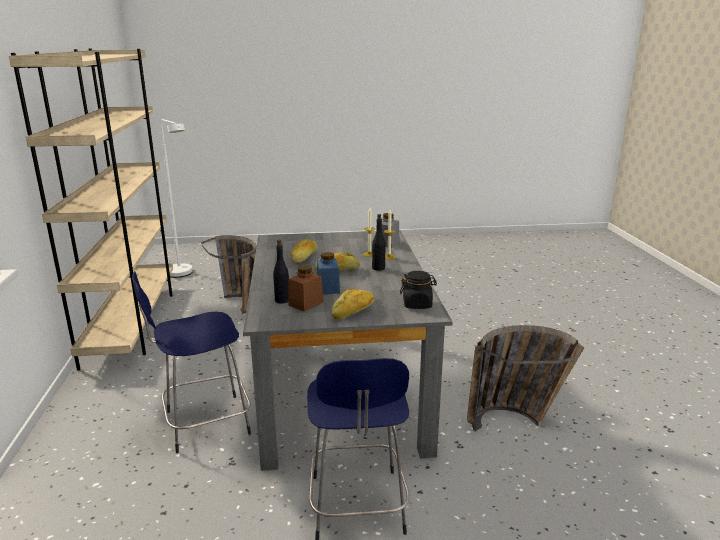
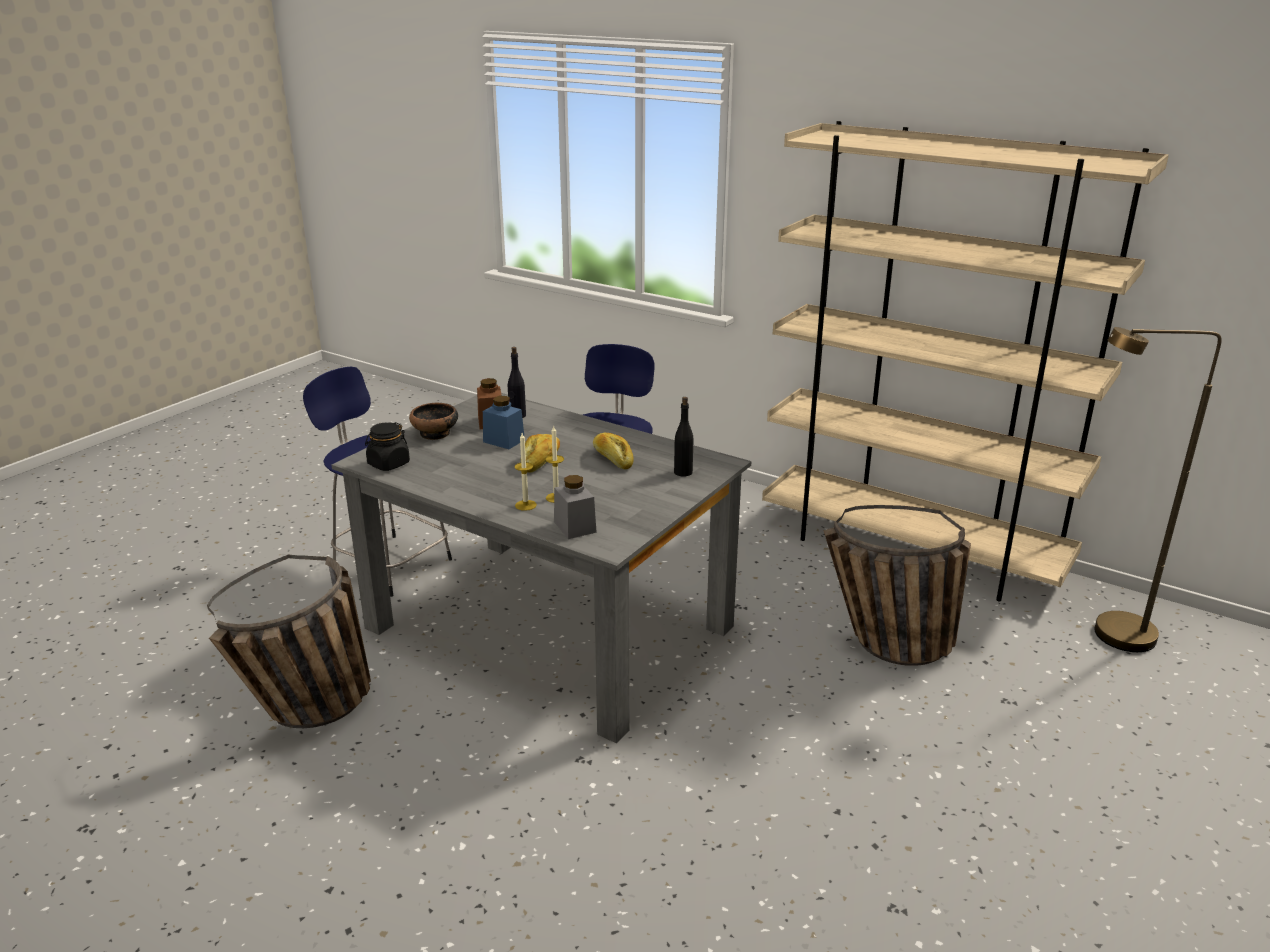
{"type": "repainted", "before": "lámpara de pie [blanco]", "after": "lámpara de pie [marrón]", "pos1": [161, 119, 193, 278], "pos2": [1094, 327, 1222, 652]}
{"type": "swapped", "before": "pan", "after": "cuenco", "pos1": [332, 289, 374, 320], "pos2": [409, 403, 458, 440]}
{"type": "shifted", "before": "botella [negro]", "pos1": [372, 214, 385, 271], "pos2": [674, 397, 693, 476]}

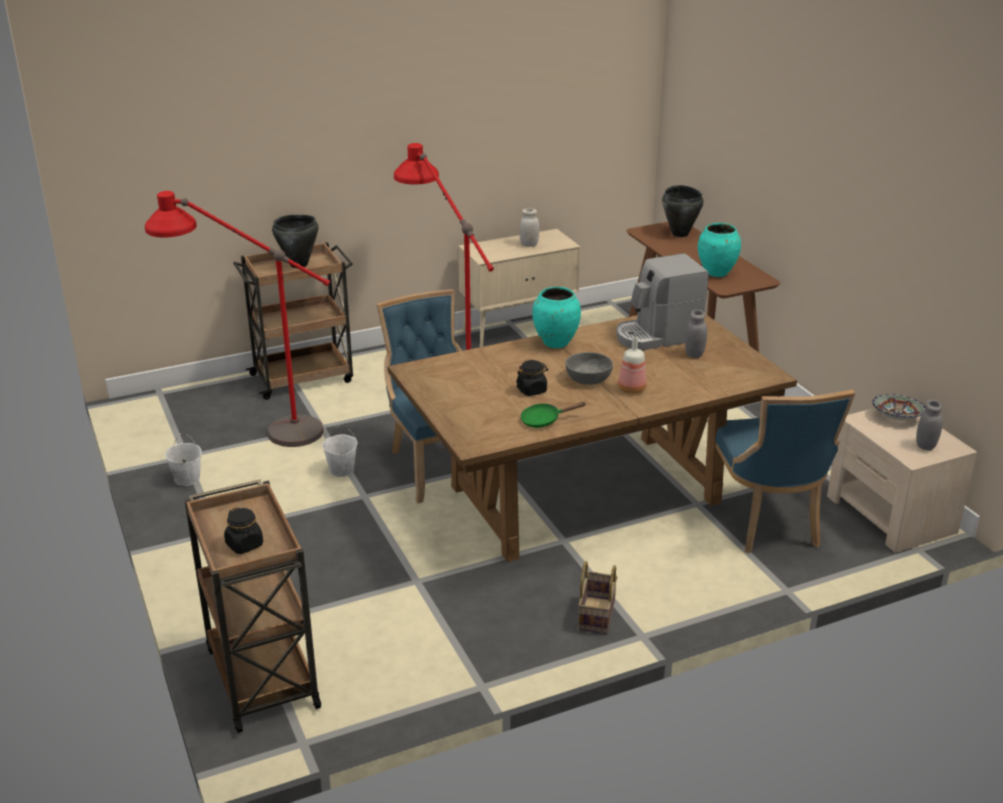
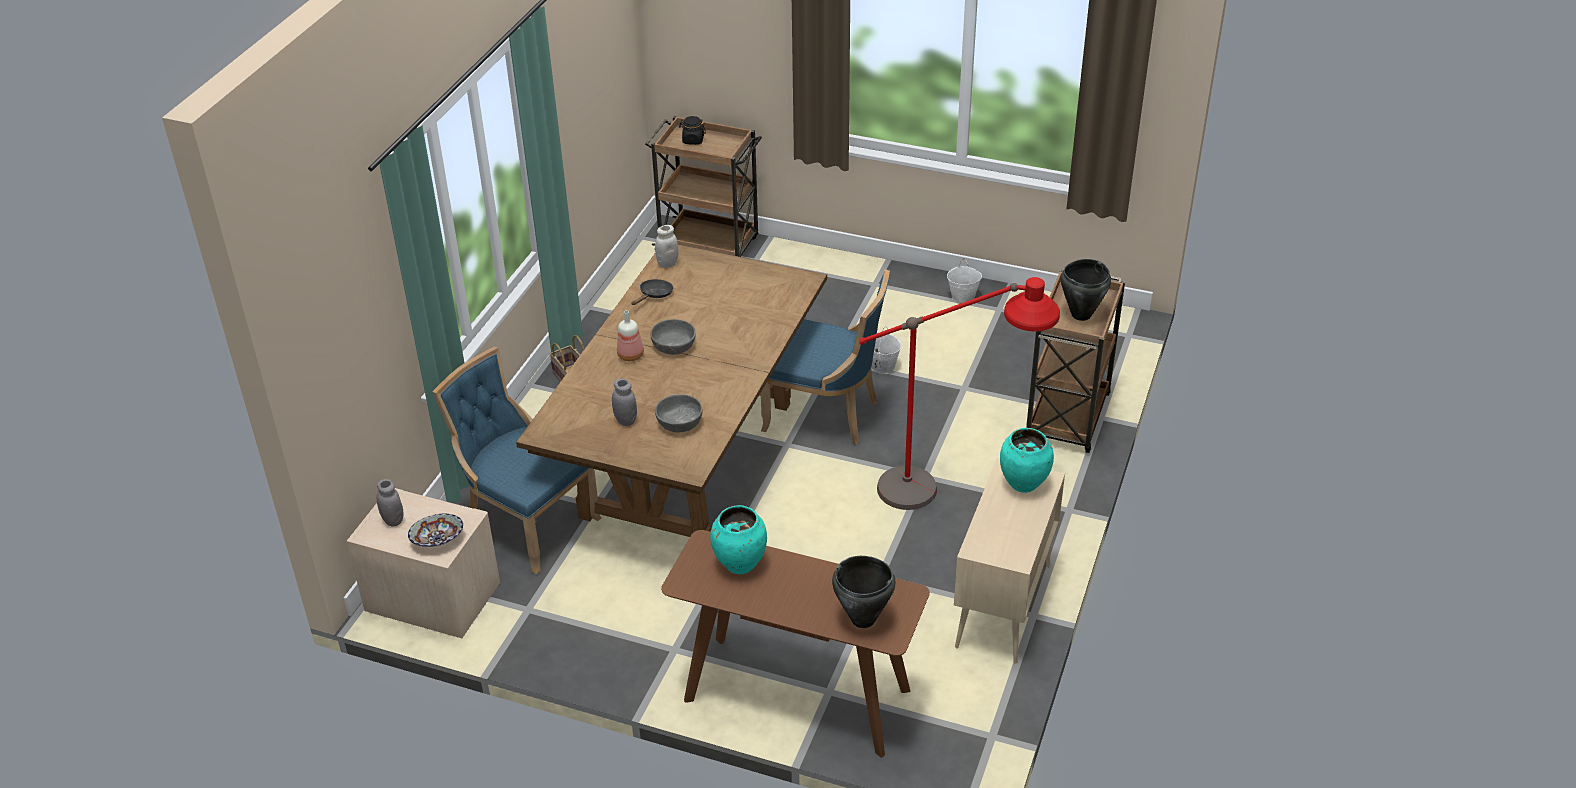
{"type": "gone", "before": "lámpara de pie [rojo]", "pos1": [145, 191, 330, 447]}
{"type": "gone", "before": "tarro [negro]", "pos1": [516, 360, 548, 396]}
{"type": "shifted", "before": "tarro [blanco]", "pos1": [519, 209, 539, 247], "pos2": [655, 225, 679, 268]}
{"type": "repainted", "before": "sartén [verde]", "after": "sartén [negro]", "pos1": [520, 402, 586, 428], "pos2": [631, 279, 673, 305]}
{"type": "shifted", "before": "florero [turquesa]", "pos1": [532, 287, 581, 348], "pos2": [1000, 428, 1054, 493]}
{"type": "swapped", "before": "cafetera", "after": "cuenco [gris]", "pos1": [616, 253, 709, 350], "pos2": [655, 394, 703, 433]}

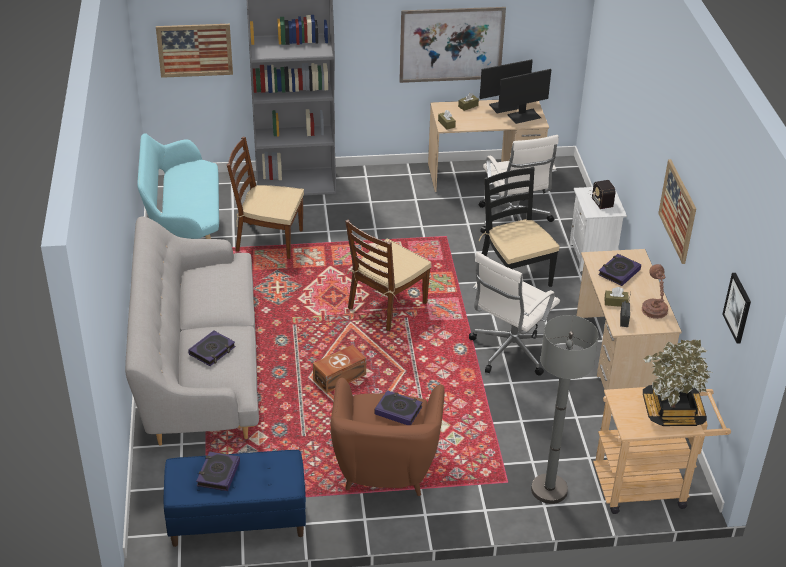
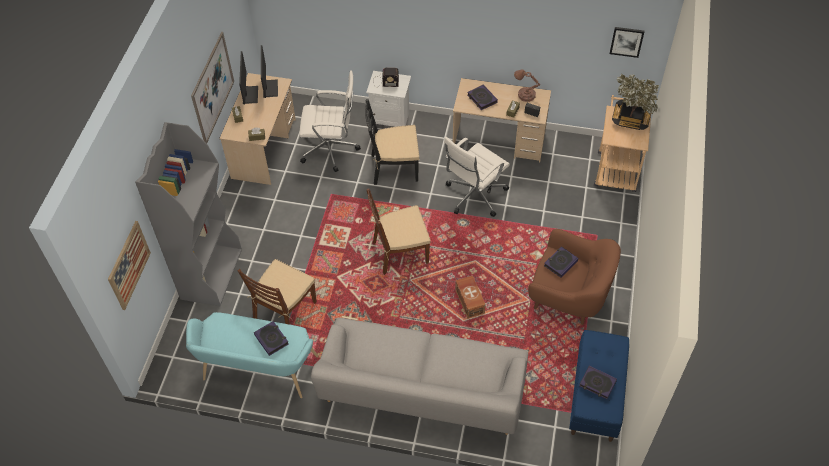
{"type": "shifted", "before": "libro", "pos1": [188, 330, 236, 366], "pos2": [254, 321, 289, 356]}
{"type": "rotated", "before": "silla [marrón]", "pos1": [345, 220, 431, 331], "pos2": [367, 189, 431, 275], "turn": 105}
{"type": "rotated", "before": "silla de oficina [blanco]", "pos1": [469, 252, 560, 376], "pos2": [444, 137, 510, 217], "turn": 75}
{"type": "gone", "before": "lámpara de pie [gris]", "pos1": [531, 315, 599, 504]}
{"type": "gone", "before": "cuadro", "pos1": [658, 159, 696, 264]}

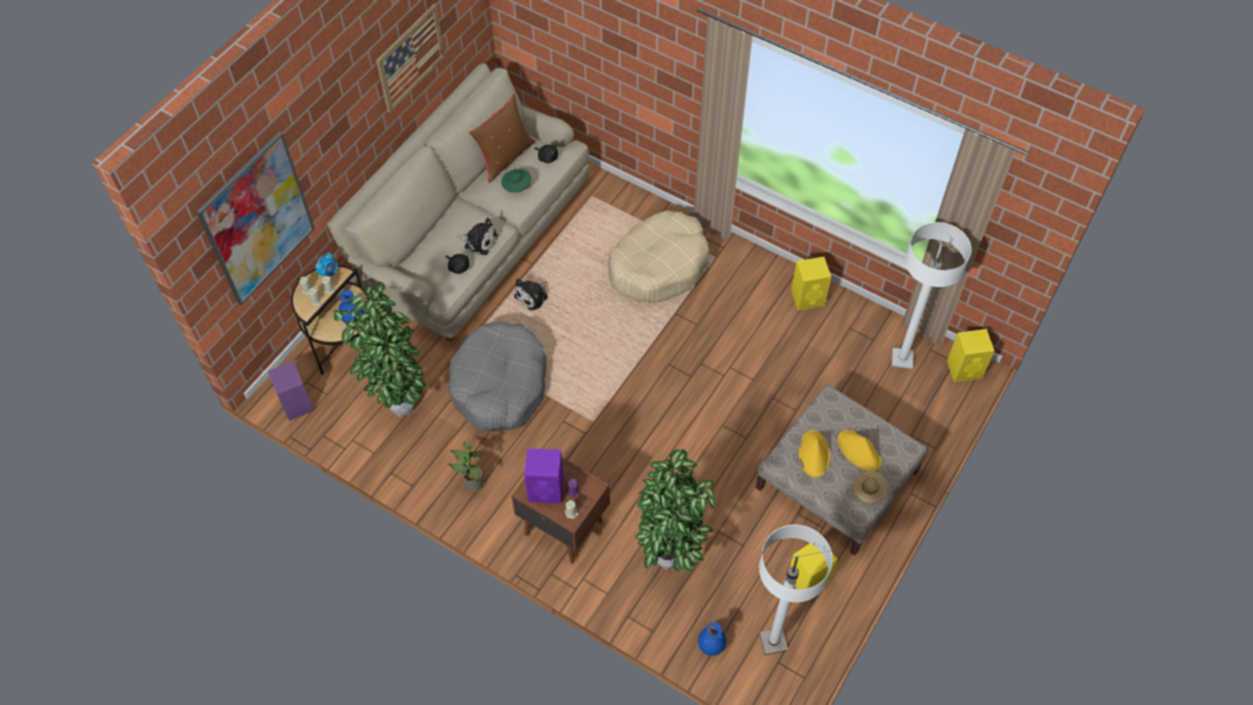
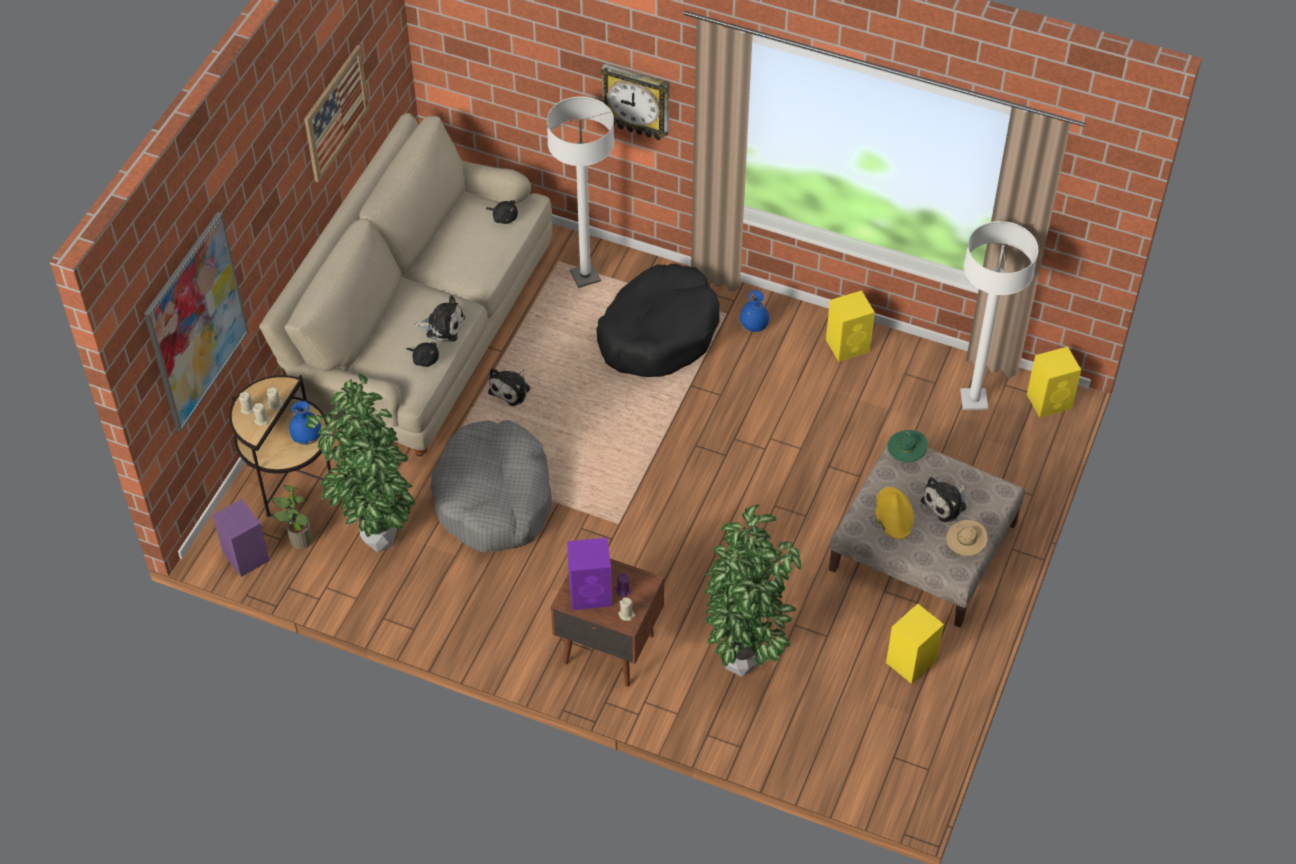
{"type": "gone", "before": "despertador", "pos1": [315, 252, 337, 277]}
{"type": "shifted", "before": "planta en maceta", "pos1": [449, 442, 484, 492], "pos2": [269, 485, 312, 549]}
{"type": "gone", "before": "cojín [marrón]", "pos1": [469, 93, 535, 183]}
{"type": "shifted", "before": "sombrero [verde]", "pos1": [501, 169, 531, 193], "pos2": [888, 430, 928, 462]}
{"type": "repainted", "before": "cama para perro [beis]", "after": "cama para perro [negro]", "pos1": [608, 210, 709, 303], "pos2": [596, 264, 720, 377]}
{"type": "shifted", "before": "florero [azul]", "pos1": [698, 622, 727, 656], "pos2": [740, 290, 769, 332]}
{"type": "shifted", "before": "lámpara de pie [blanco]", "pos1": [759, 525, 833, 655], "pos2": [547, 96, 614, 288]}
{"type": "swapped", "before": "sombrero [amarillo]", "after": "peluche", "pos1": [838, 430, 881, 471], "pos2": [921, 477, 966, 522]}
{"type": "new", "after": "reloj de pared", "pos2": [601, 64, 669, 140]}

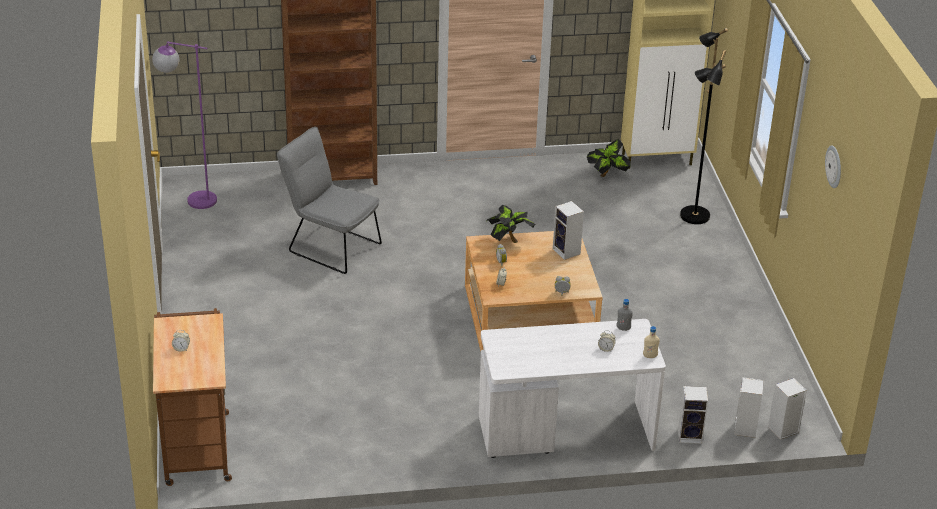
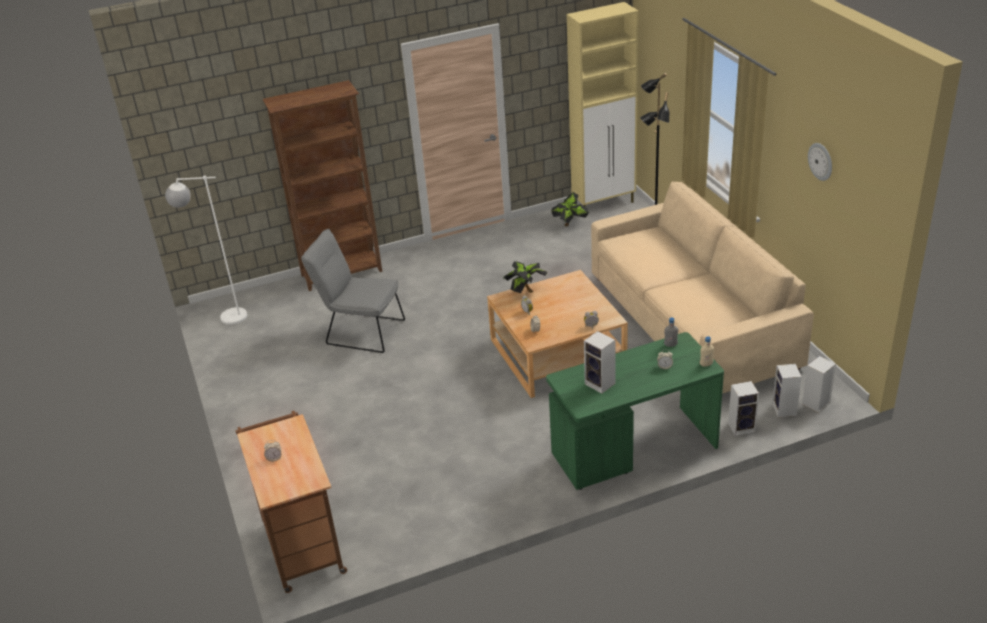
{"type": "repainted", "before": "lámpara de pie [morado]", "after": "lámpara de pie [blanco]", "pos1": [152, 41, 217, 209], "pos2": [165, 176, 247, 325]}
{"type": "repainted", "before": "escritorio [blanco]", "after": "escritorio [verde]", "pos1": [479, 319, 666, 458], "pos2": [546, 332, 724, 490]}
{"type": "shifted", "before": "altavoz", "pos1": [553, 201, 584, 260], "pos2": [584, 331, 615, 394]}
{"type": "new", "after": "sofá [beis]", "pos2": [591, 181, 814, 394]}

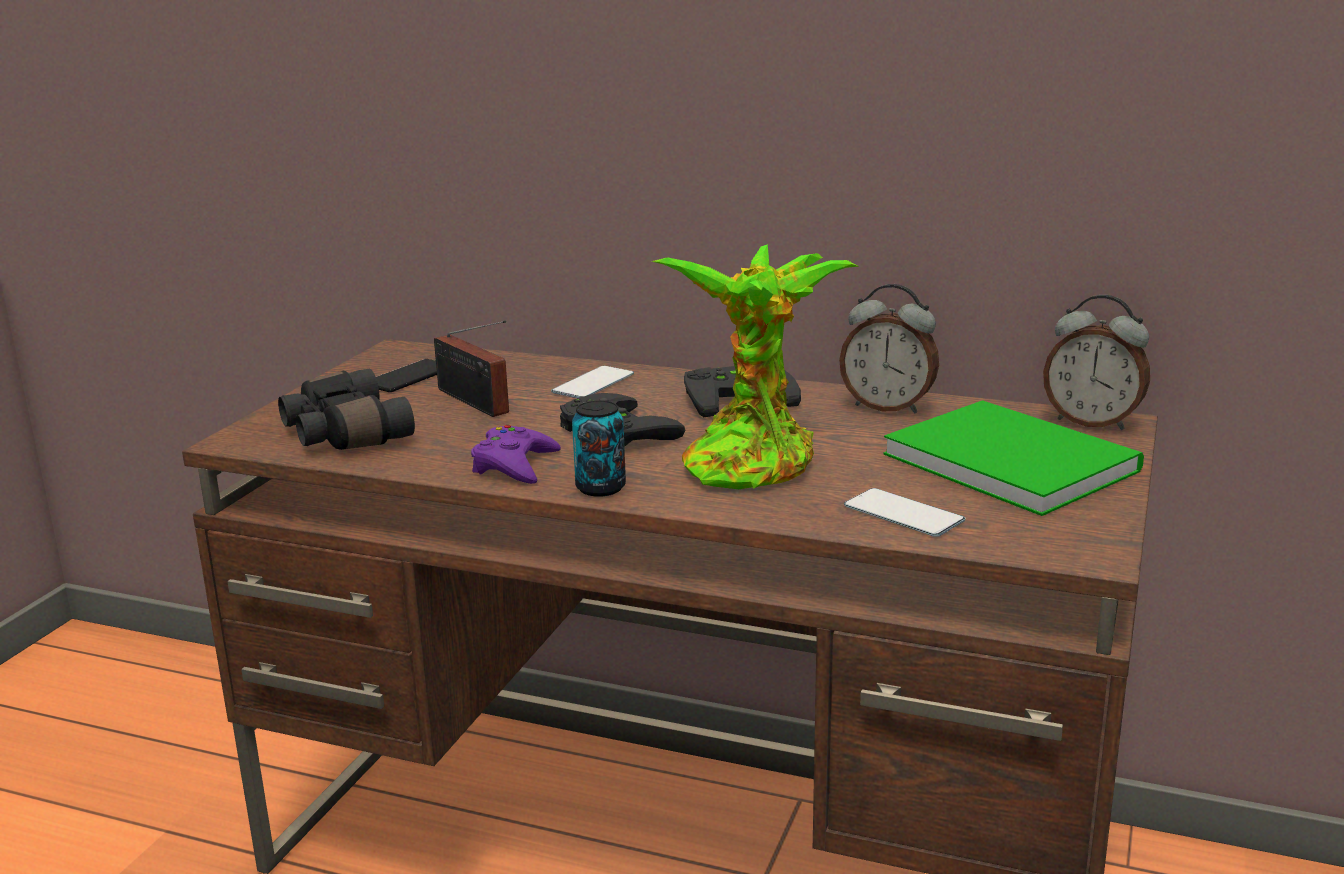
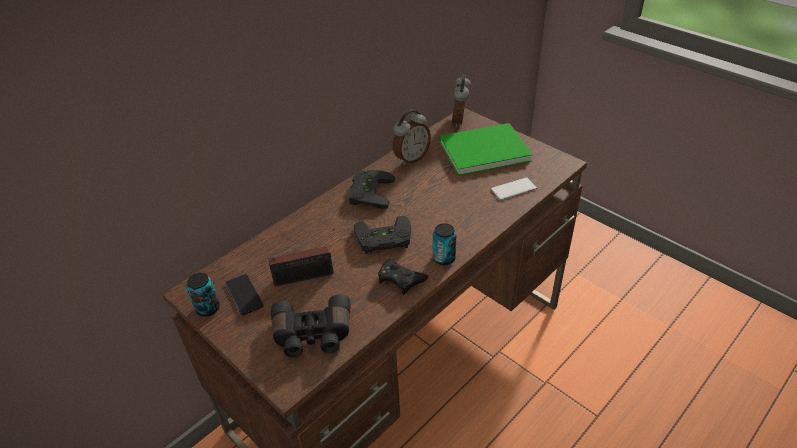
{"type": "repainted", "before": "mando de consola [morado]", "after": "mando de consola [negro]", "pos1": [471, 425, 561, 484], "pos2": [378, 259, 428, 295]}
{"type": "gone", "before": "móvil", "pos1": [551, 366, 634, 398]}
{"type": "gone", "before": "planta en maceta", "pos1": [651, 244, 860, 489]}
{"type": "rotated", "before": "despertador", "pos1": [1043, 295, 1150, 430], "pos2": [452, 75, 471, 128], "turn": 135}
{"type": "new", "after": "lata", "pos2": [186, 273, 220, 317]}

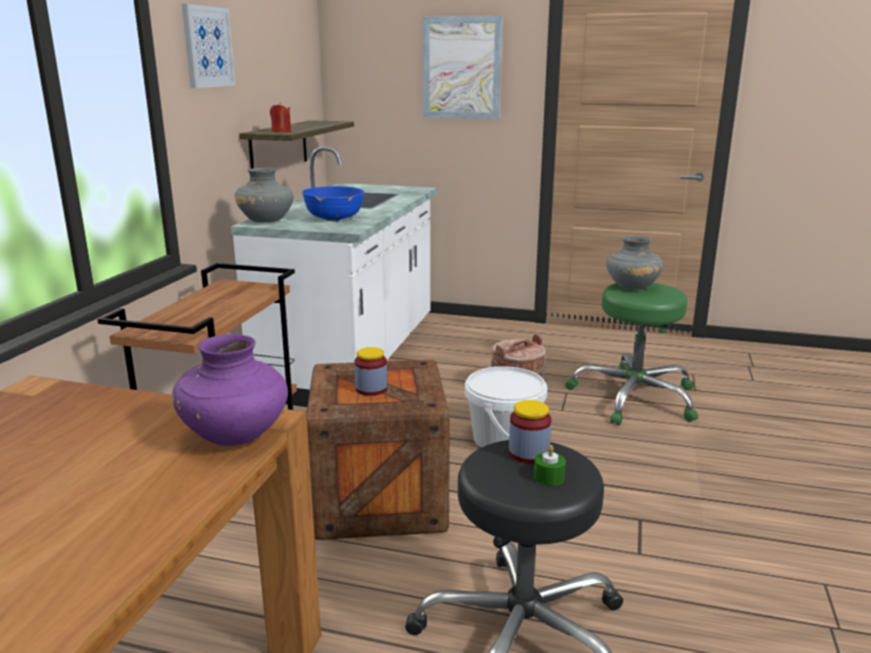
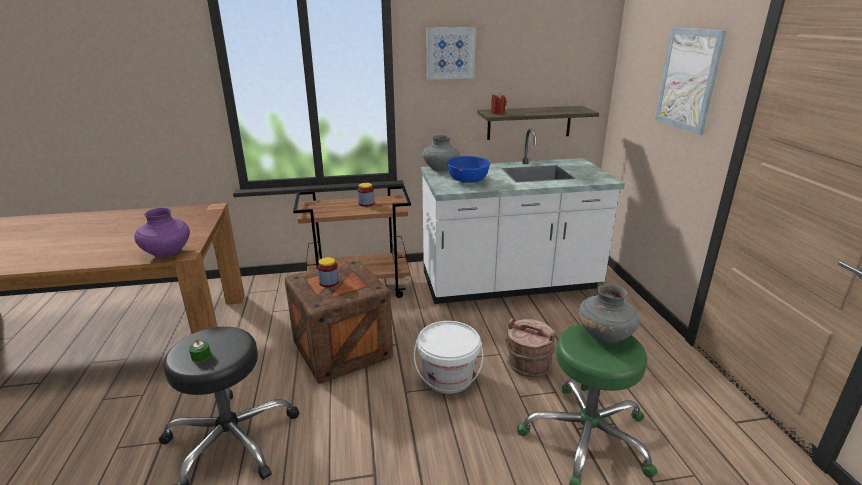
{"type": "shifted", "before": "tarro", "pos1": [509, 400, 552, 464], "pos2": [358, 183, 374, 207]}

